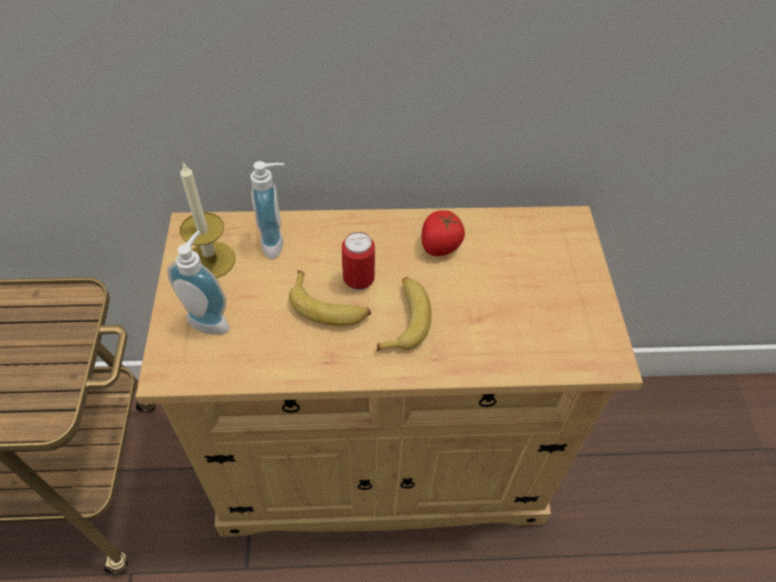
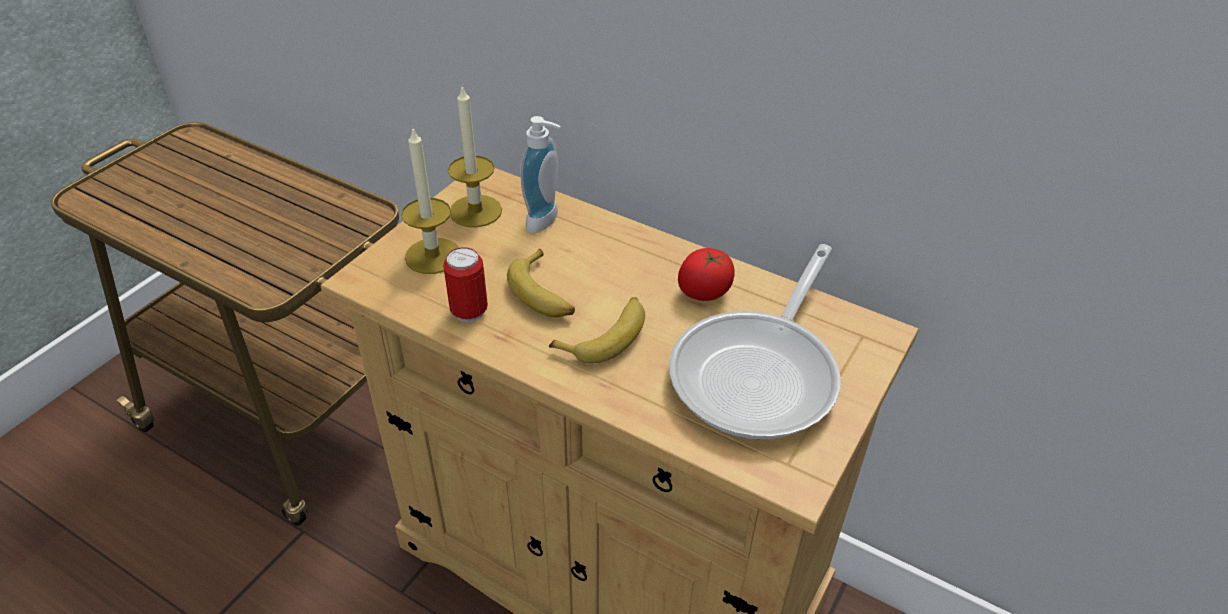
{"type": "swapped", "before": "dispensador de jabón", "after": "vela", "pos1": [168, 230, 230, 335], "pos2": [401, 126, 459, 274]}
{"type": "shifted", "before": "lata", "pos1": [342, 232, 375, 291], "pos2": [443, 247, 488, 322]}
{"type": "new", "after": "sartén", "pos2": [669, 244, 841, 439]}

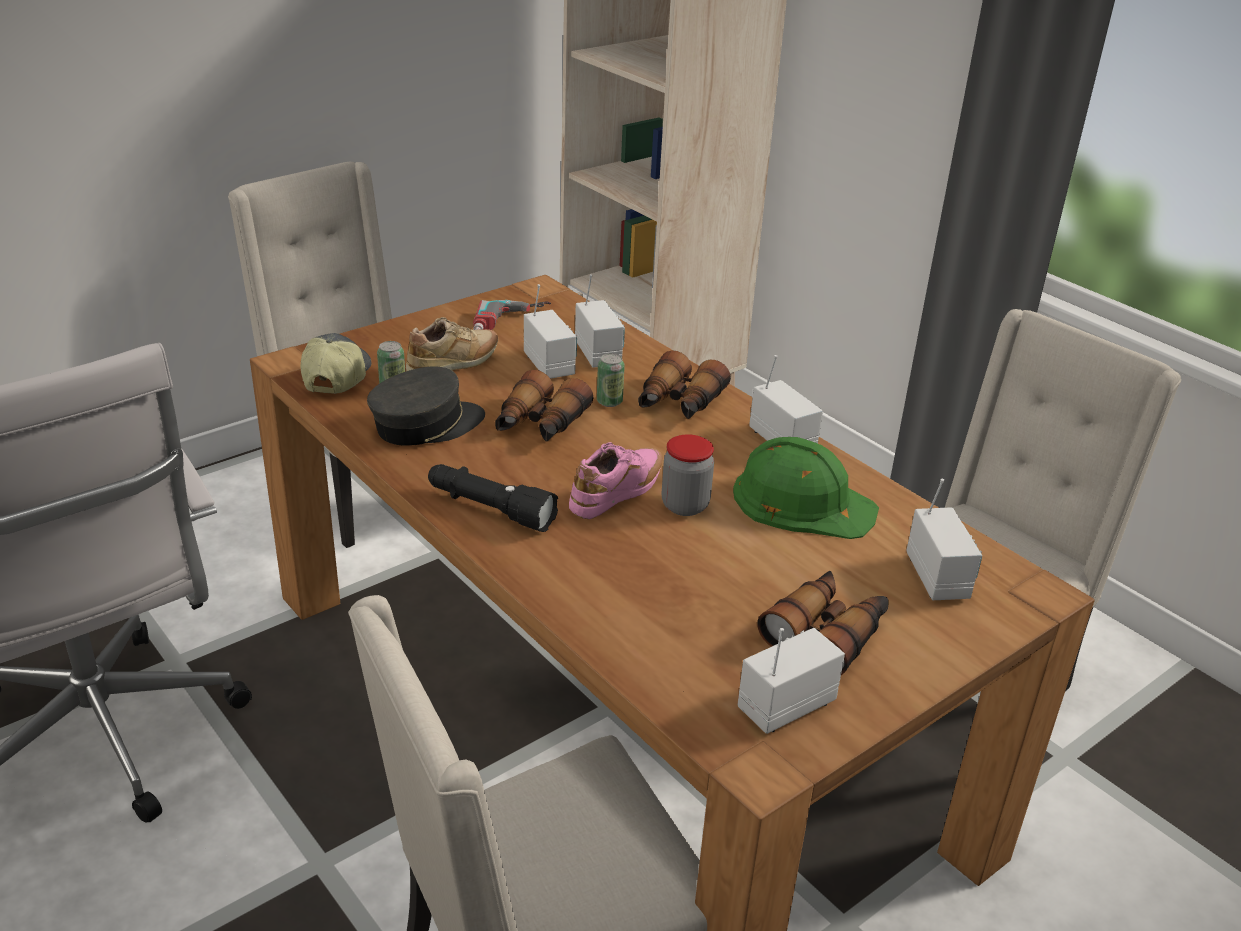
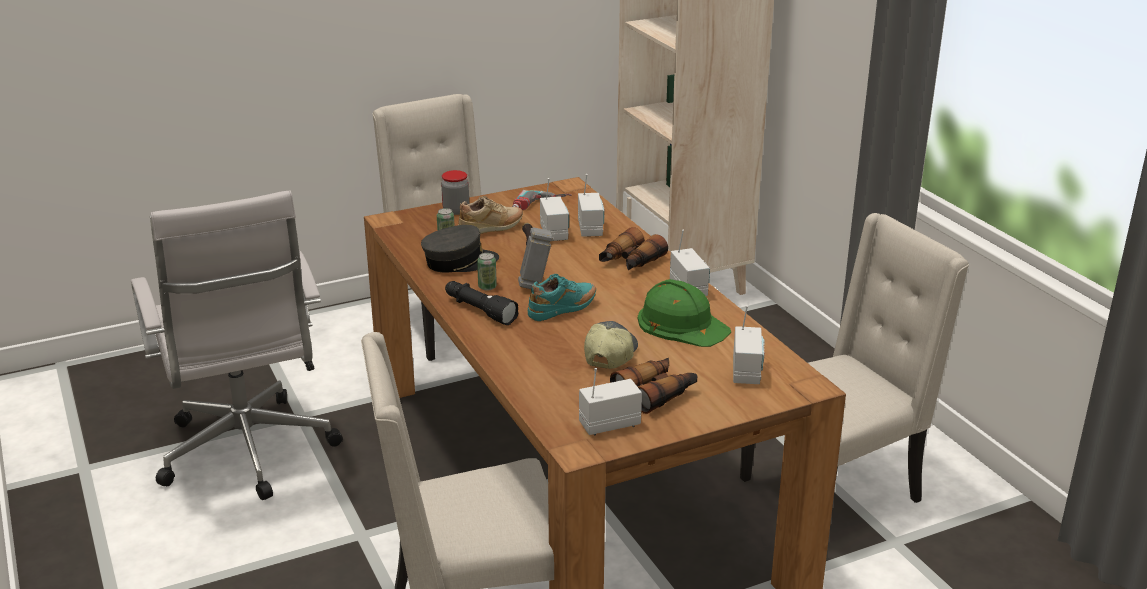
{"type": "shifted", "before": "gorra", "pos1": [301, 333, 371, 394], "pos2": [584, 321, 638, 369]}
{"type": "swapped", "before": "prismáticos", "after": "martillo", "pos1": [495, 370, 593, 442], "pos2": [518, 223, 553, 289]}
{"type": "repainted", "before": "zapato [rosa]", "after": "zapato [turquesa]", "pos1": [569, 442, 663, 519], "pos2": [528, 274, 596, 321]}
{"type": "shifted", "before": "lata", "pos1": [597, 353, 625, 407], "pos2": [477, 253, 497, 291]}
{"type": "shifted", "before": "tarro", "pos1": [662, 434, 714, 516], "pos2": [441, 170, 469, 215]}

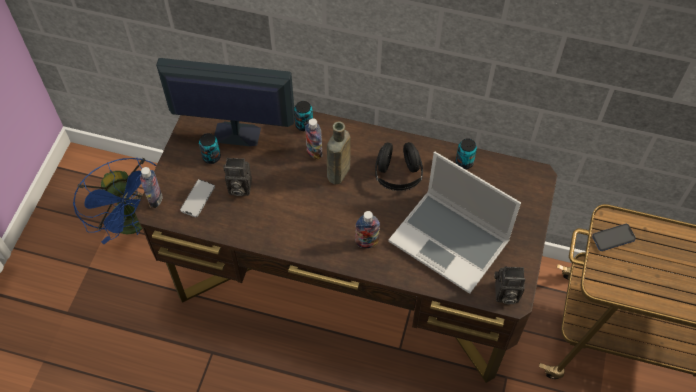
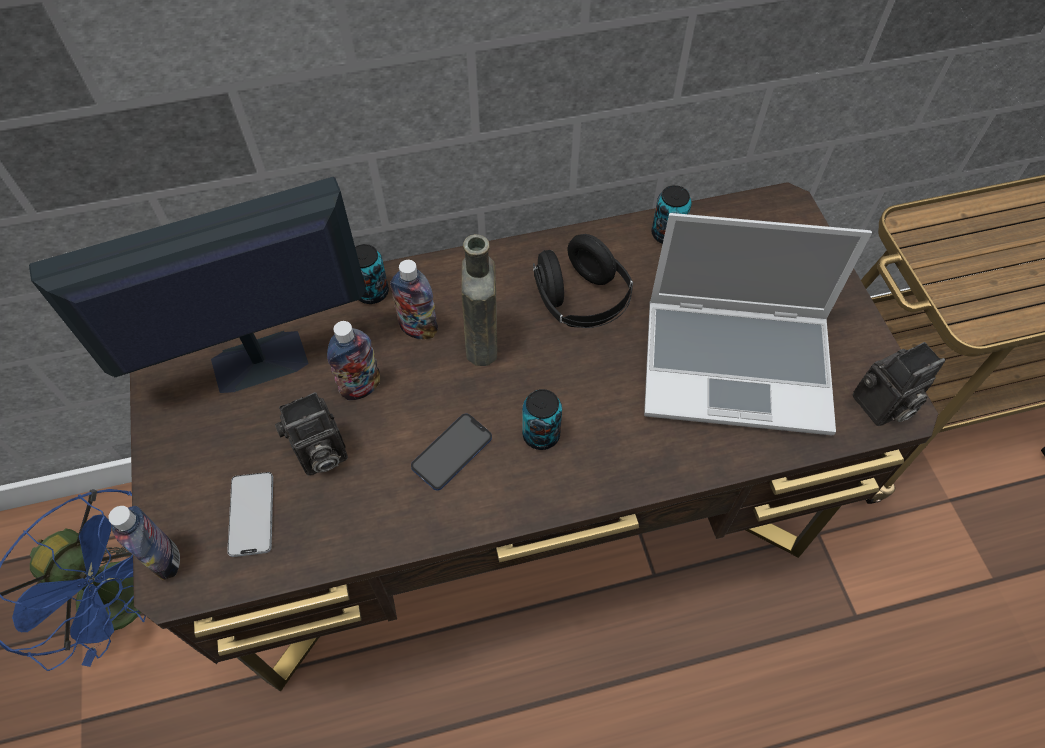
{"type": "shifted", "before": "lata", "pos1": [199, 133, 221, 164], "pos2": [522, 389, 562, 450]}
{"type": "shifted", "before": "botella", "pos1": [355, 211, 380, 248], "pos2": [327, 321, 380, 400]}
{"type": "shifted", "before": "móvil", "pos1": [592, 224, 636, 251], "pos2": [411, 414, 492, 491]}

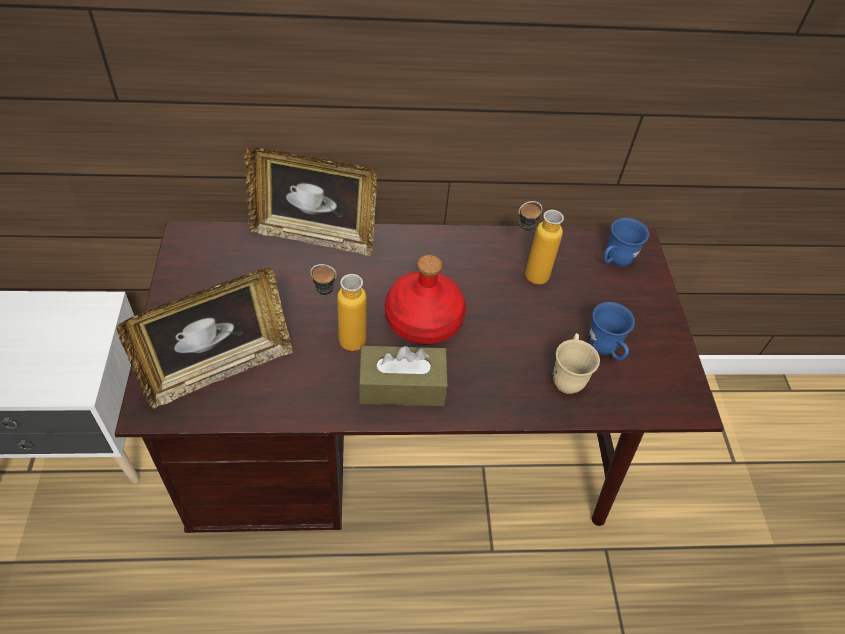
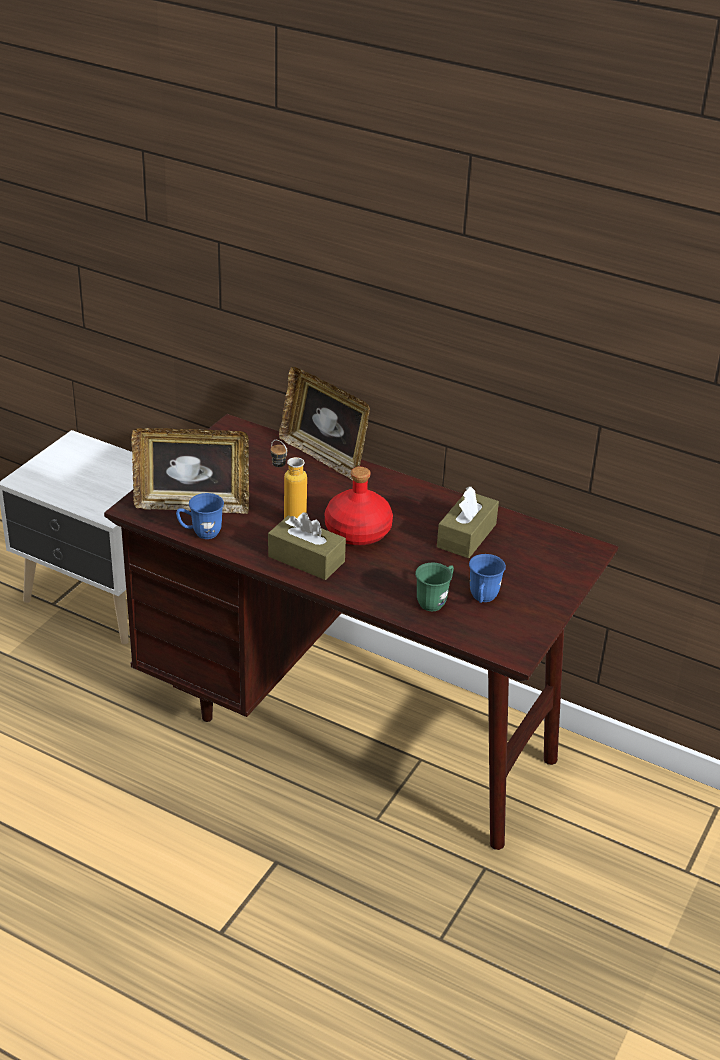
{"type": "swapped", "before": "botella", "after": "caja de pañuelos [marrón]", "pos1": [519, 201, 564, 285], "pos2": [437, 487, 499, 558]}
{"type": "repainted", "before": "taza grande [beis]", "after": "taza grande [verde]", "pos1": [553, 333, 600, 394], "pos2": [415, 563, 454, 611]}
{"type": "shifted", "before": "taza grande [azul]", "pos1": [604, 218, 649, 267], "pos2": [176, 493, 224, 539]}

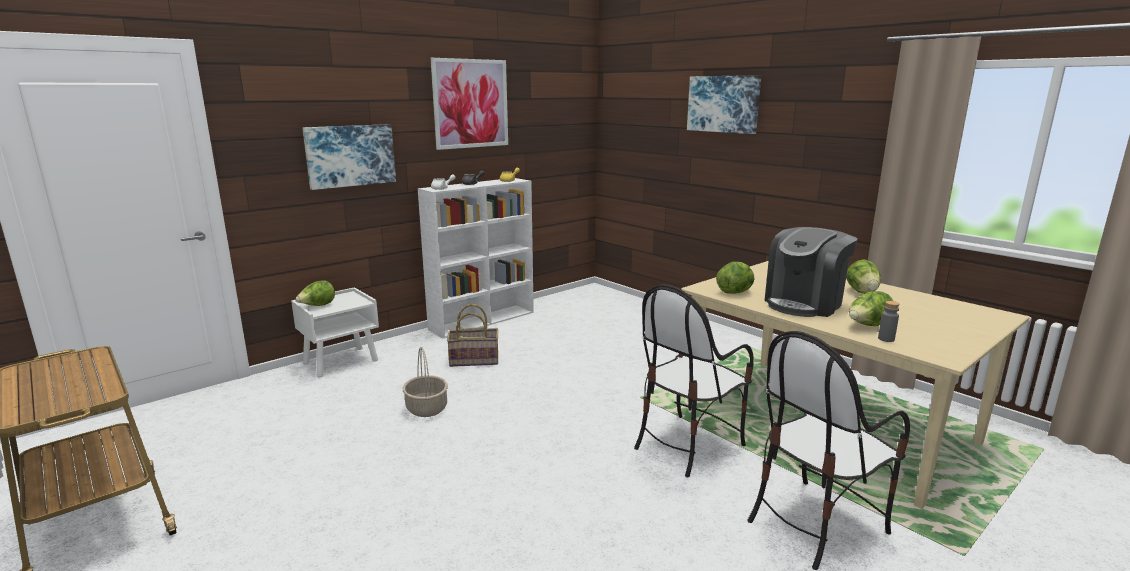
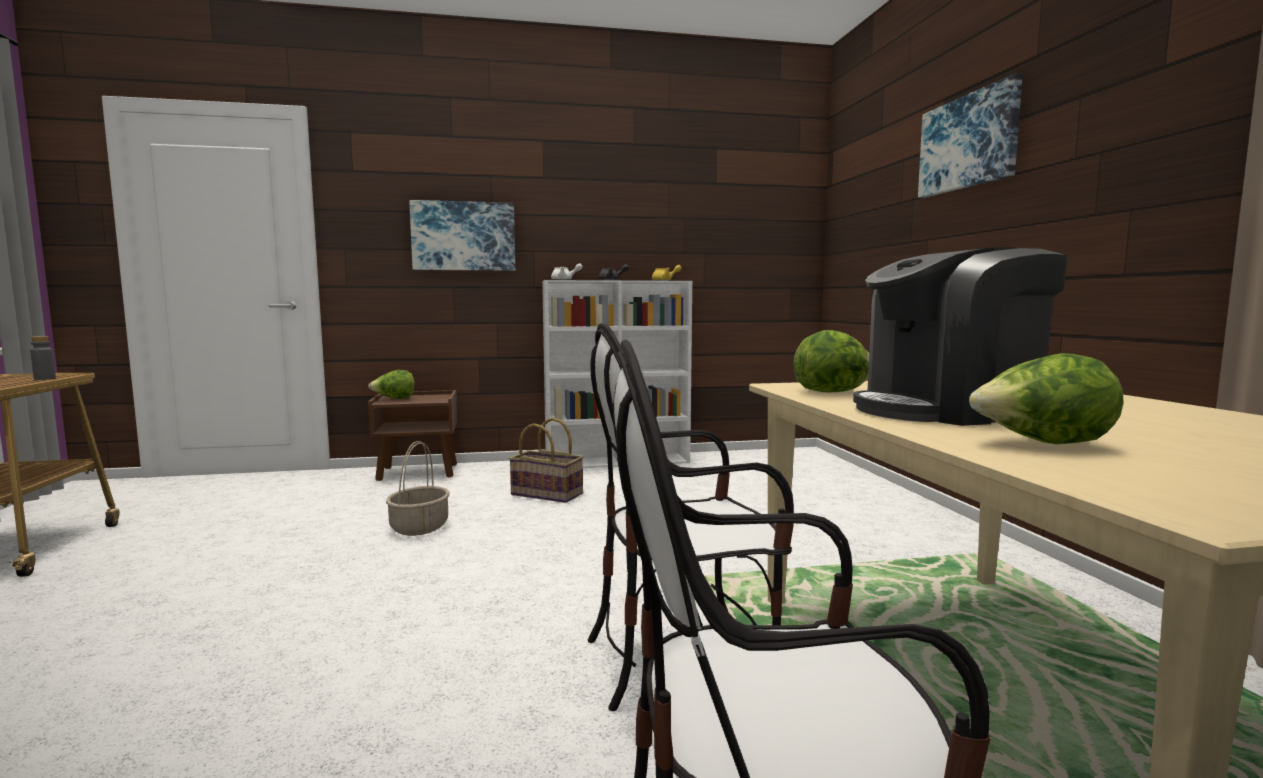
{"type": "repainted", "before": "mesita de noche [blanco]", "after": "mesita de noche [marrón]", "pos1": [291, 287, 379, 377], "pos2": [368, 390, 457, 481]}
{"type": "gone", "before": "cuadro", "pos1": [431, 58, 508, 150]}
{"type": "gone", "before": "lechuga", "pos1": [846, 259, 881, 294]}
{"type": "shifted", "before": "botella [gris]", "pos1": [878, 301, 899, 342], "pos2": [30, 336, 56, 380]}

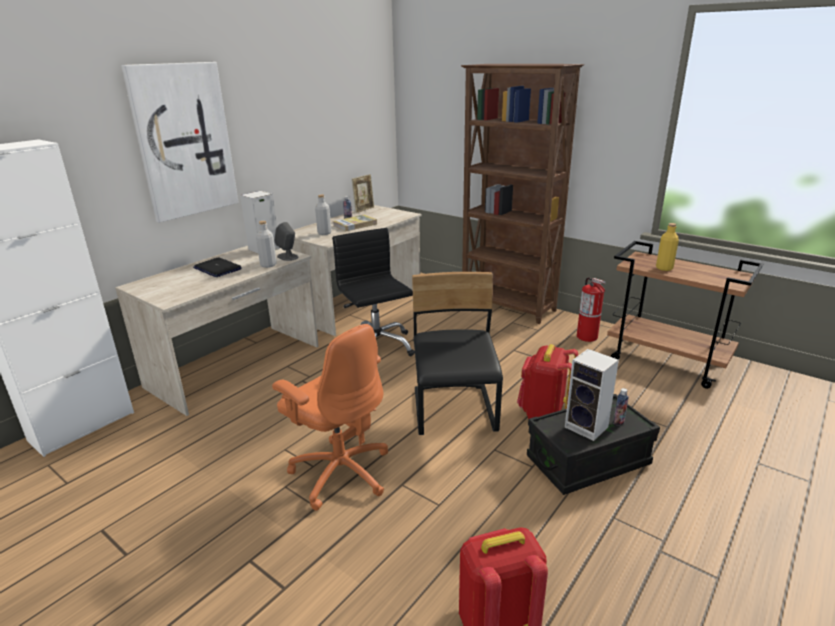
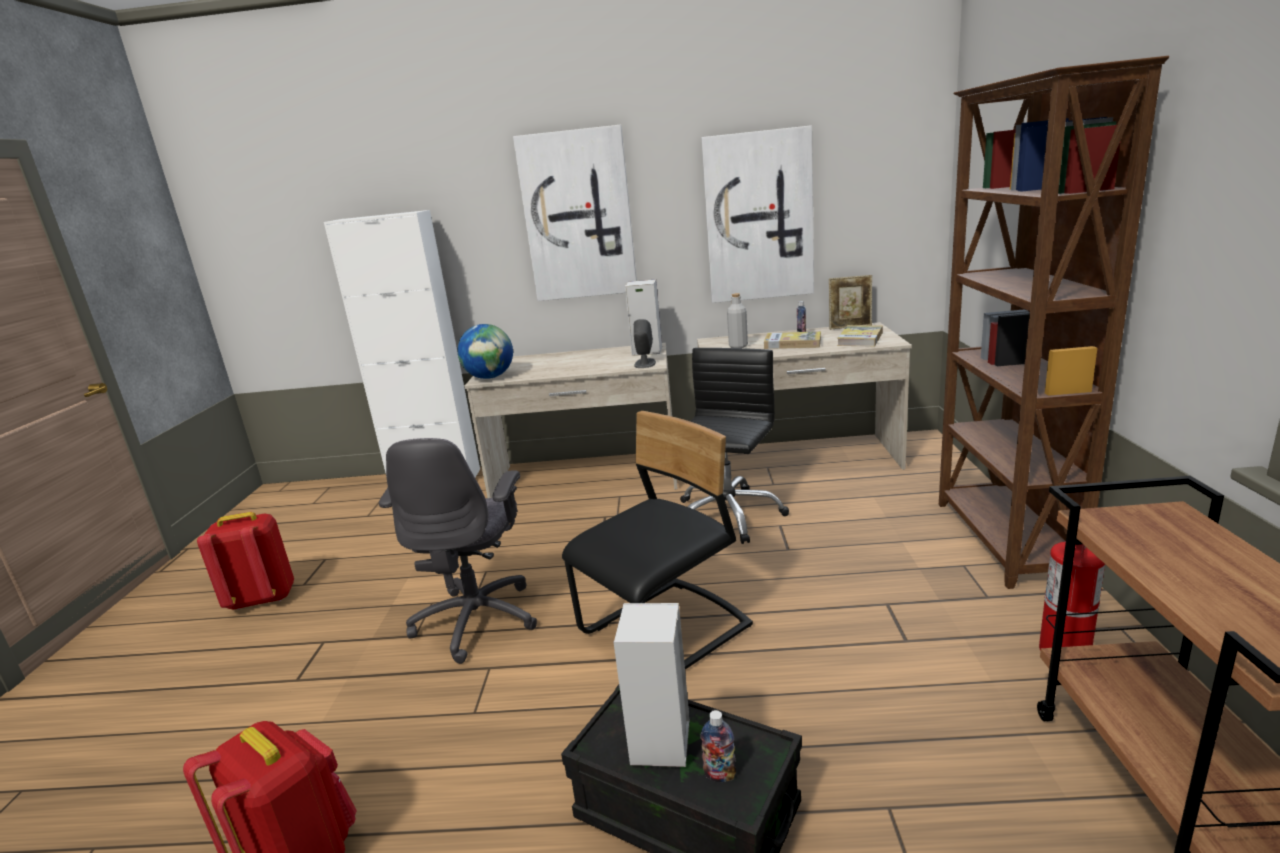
{"type": "gone", "before": "portátil", "pos1": [193, 257, 242, 277]}
{"type": "gone", "before": "botella [gris]", "pos1": [256, 221, 277, 268]}
{"type": "repainted", "before": "silla de oficina [naranja]", "after": "silla de oficina [gris]", "pos1": [272, 324, 388, 511], "pos2": [379, 438, 537, 664]}
{"type": "shifted", "before": "mochila [rojo]", "pos1": [517, 344, 578, 419], "pos2": [197, 512, 294, 610]}
{"type": "gone", "before": "botella [amarillo]", "pos1": [656, 223, 679, 271]}
{"type": "new", "after": "globo terráqueo", "pos2": [458, 324, 513, 379]}
{"type": "new", "after": "cuadro", "pos2": [701, 125, 814, 303]}
{"type": "new", "after": "libro", "pos2": [837, 325, 883, 347]}

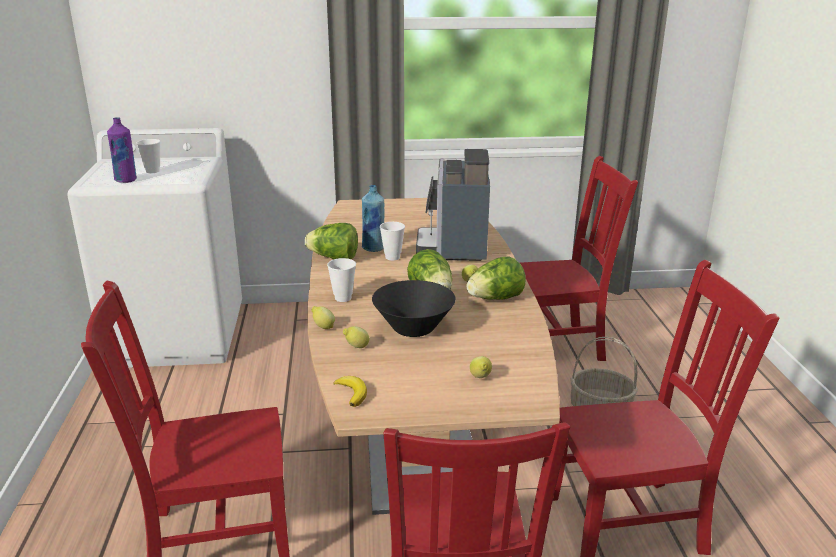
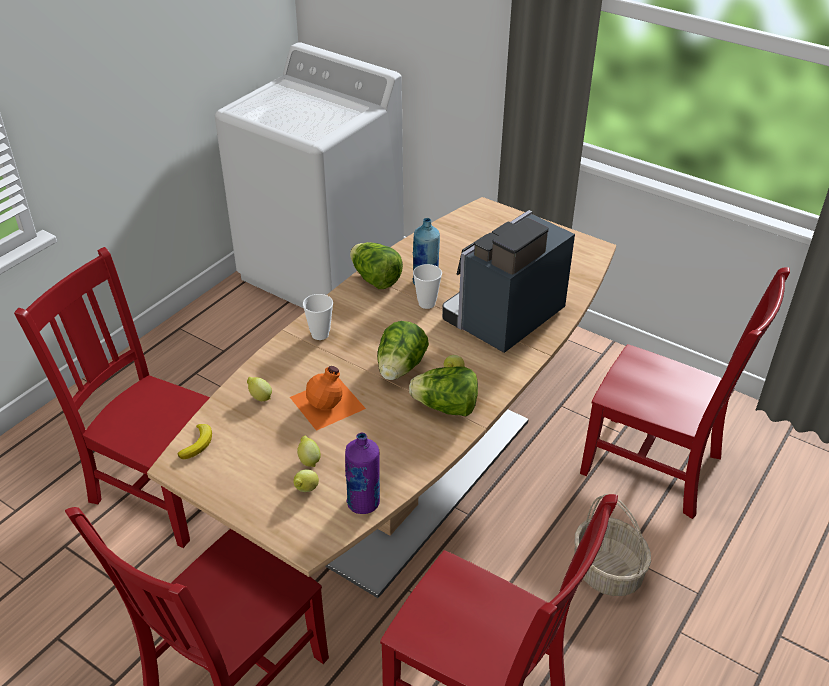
{"type": "shifted", "before": "botella [morado]", "pos1": [107, 117, 137, 183], "pos2": [345, 432, 380, 514]}
{"type": "gone", "before": "taza", "pos1": [137, 139, 160, 173]}
{"type": "shifted", "before": "limón", "pos1": [312, 306, 335, 329], "pos2": [297, 435, 321, 467]}
{"type": "swapped", "before": "cuenco [negro]", "after": "botella [naranja]", "pos1": [372, 280, 456, 337], "pos2": [290, 366, 366, 431]}

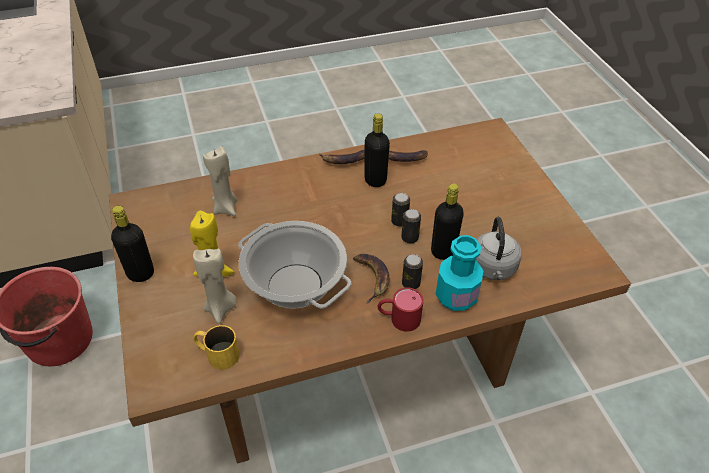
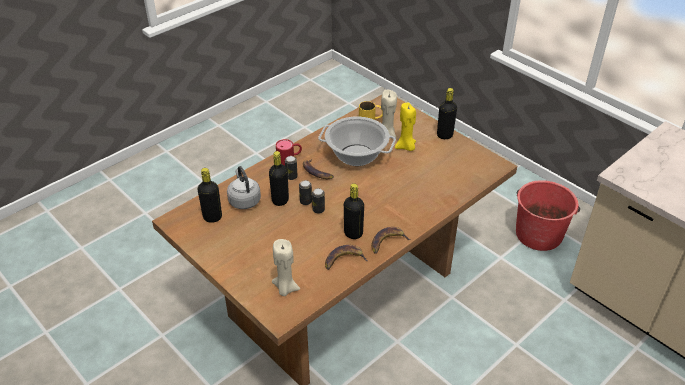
{"type": "shifted", "before": "vela [beis]", "pos1": [203, 146, 237, 216], "pos2": [272, 239, 300, 296]}
{"type": "gone", "before": "botella [turquesa]", "pos1": [436, 235, 484, 311]}
{"type": "new", "after": "botella [negro]", "pos2": [198, 168, 222, 223]}

